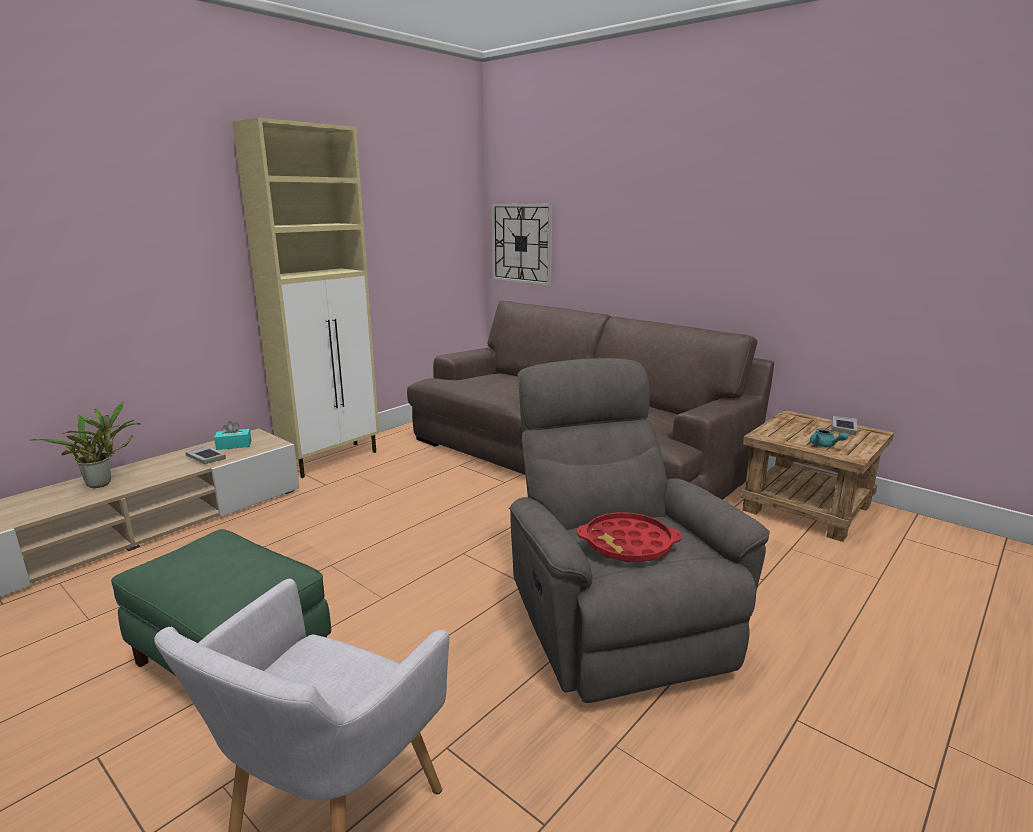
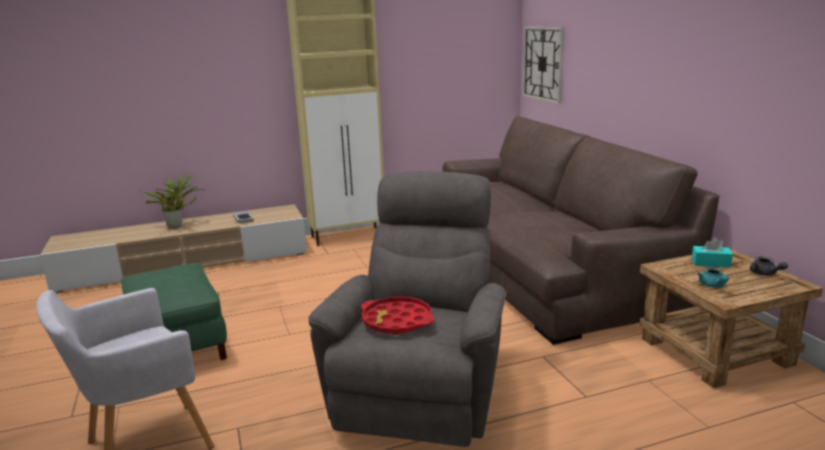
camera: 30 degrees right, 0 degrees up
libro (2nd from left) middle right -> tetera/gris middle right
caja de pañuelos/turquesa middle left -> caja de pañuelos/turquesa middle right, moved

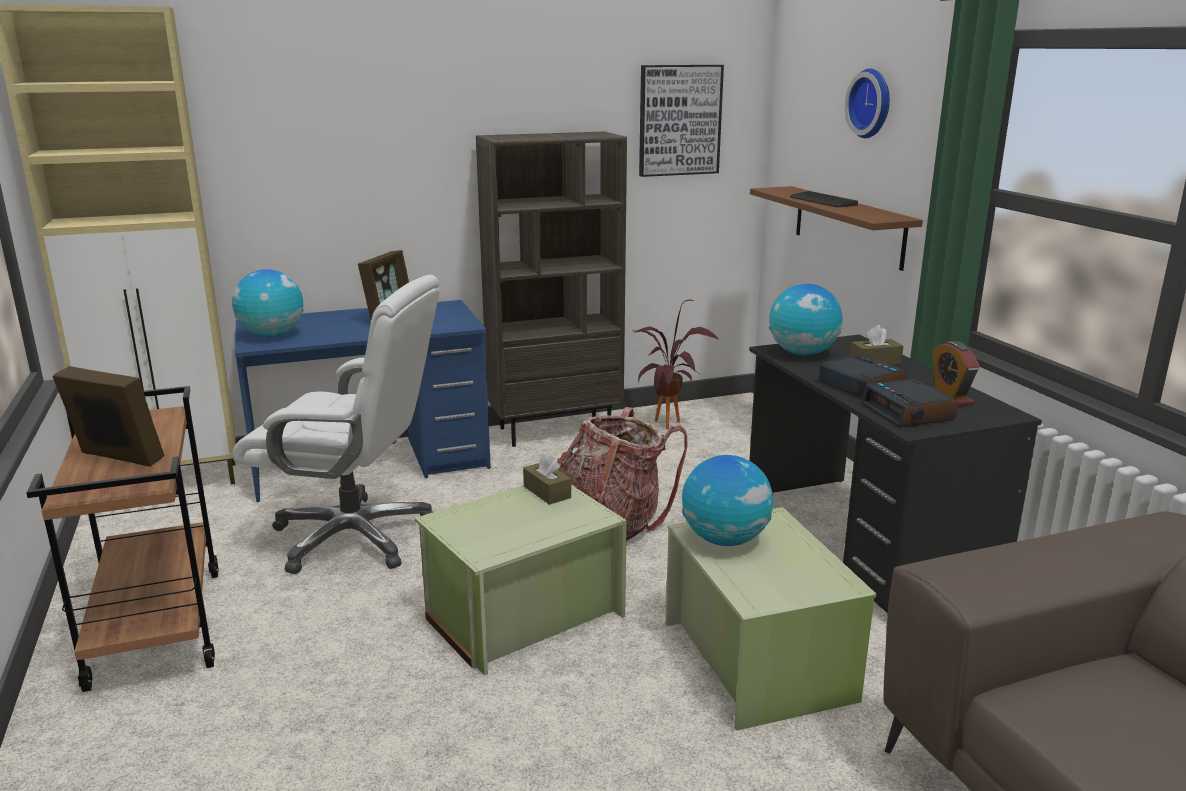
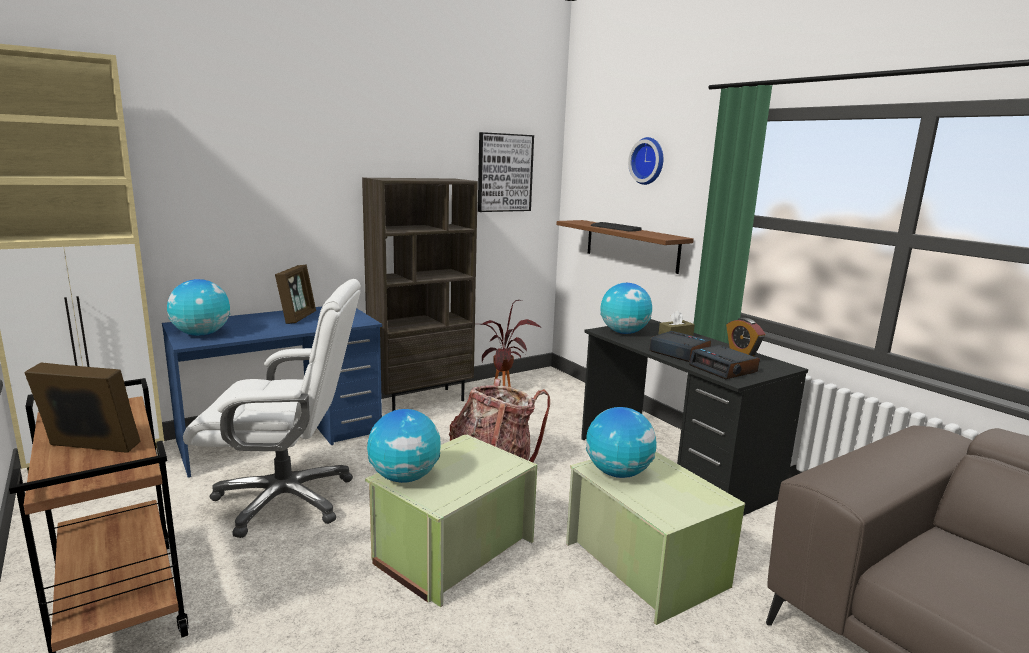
camera: 15 degrees left, 5 degrees down
caja de pañuelos/marrón (1st from left) centre -> none
none -> globo terráqueo (2nd from left) bottom centre

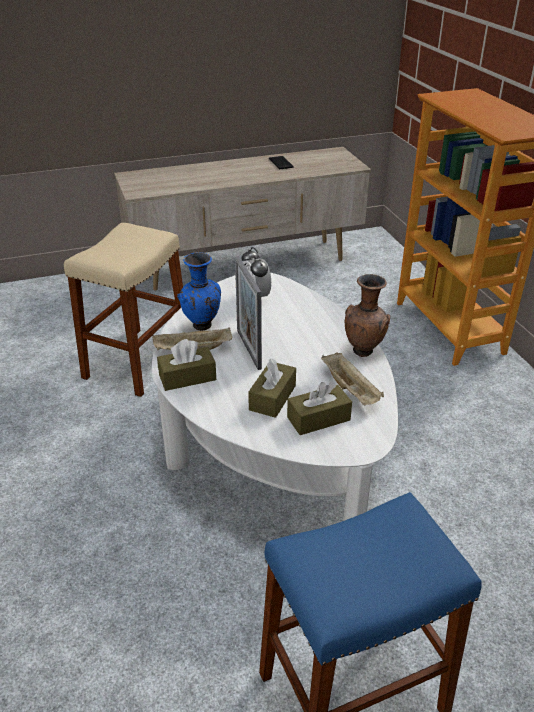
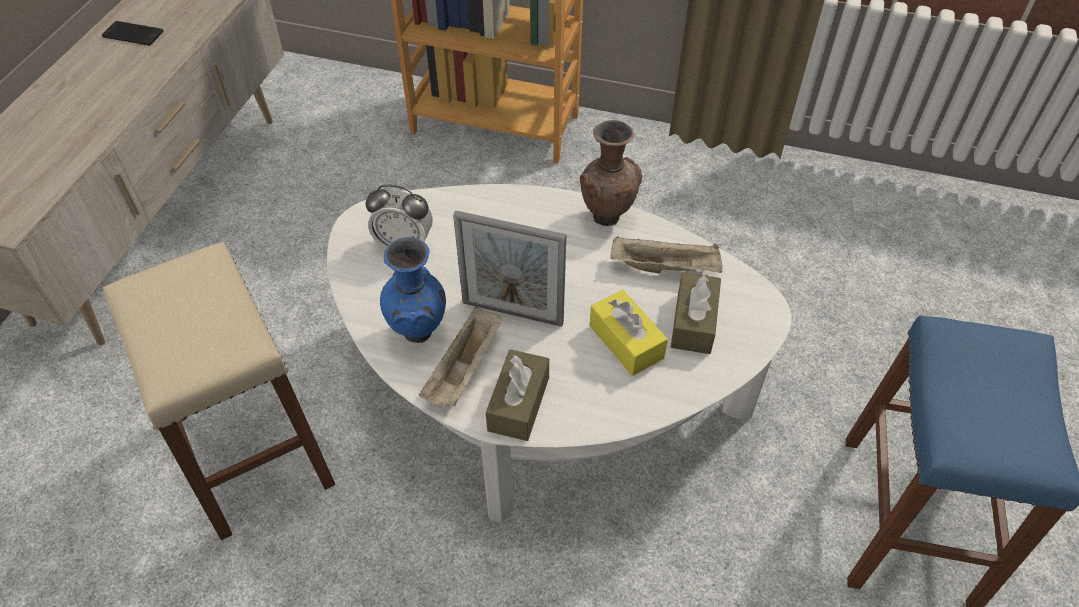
camera: 55 degrees left, 15 degrees up
caja de pañuelos/marrón (2nd from left) centre -> caja de pañuelos/amarillo centre

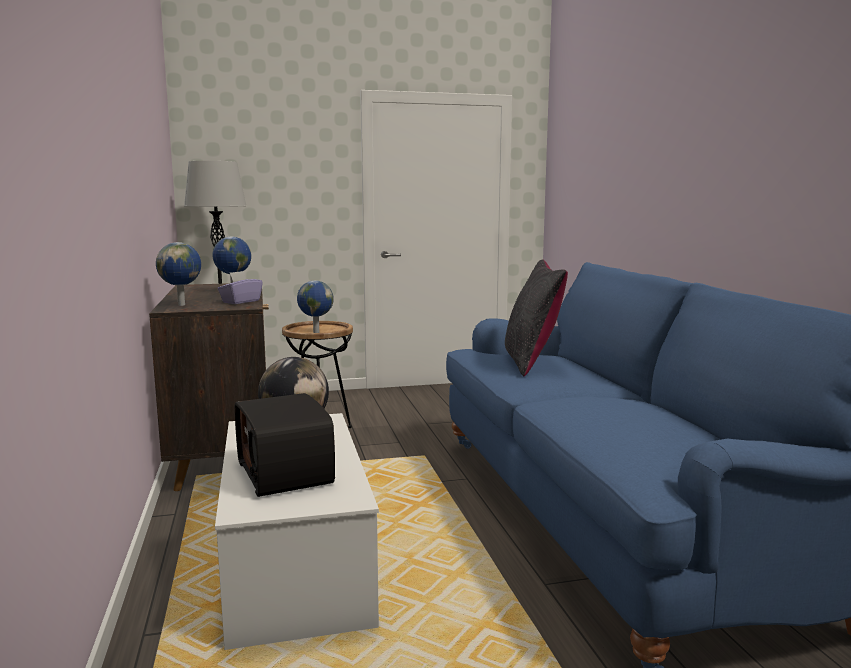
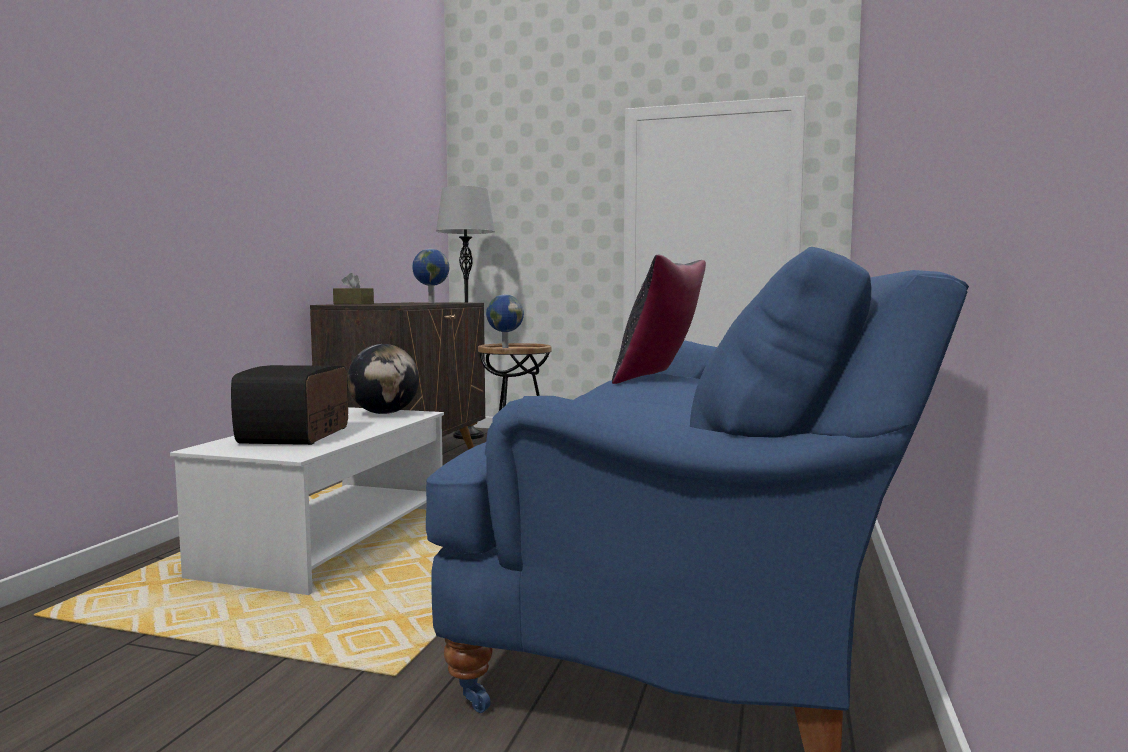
camera: 30 degrees right, 5 degrees down
globo terráqueo (1st from left) middle left -> caja de pañuelos/marrón middle left
caja de pañuelos/morado middle left -> none

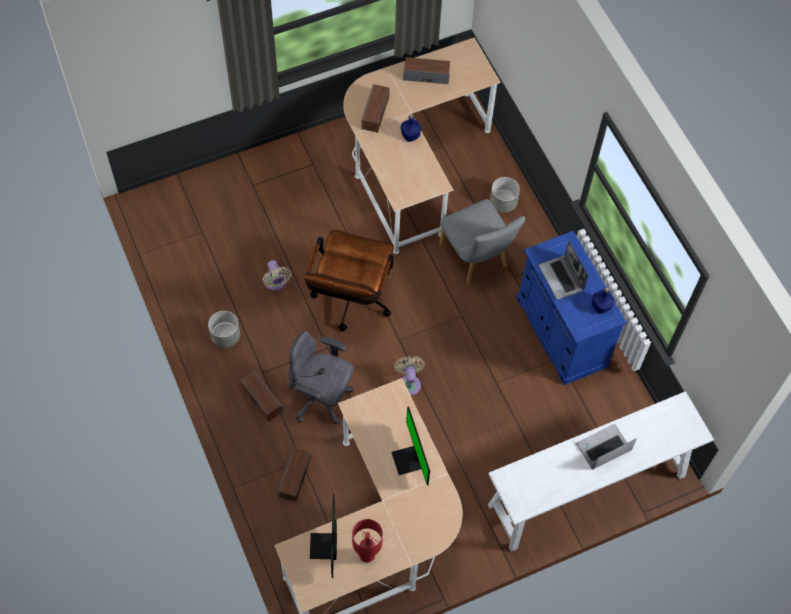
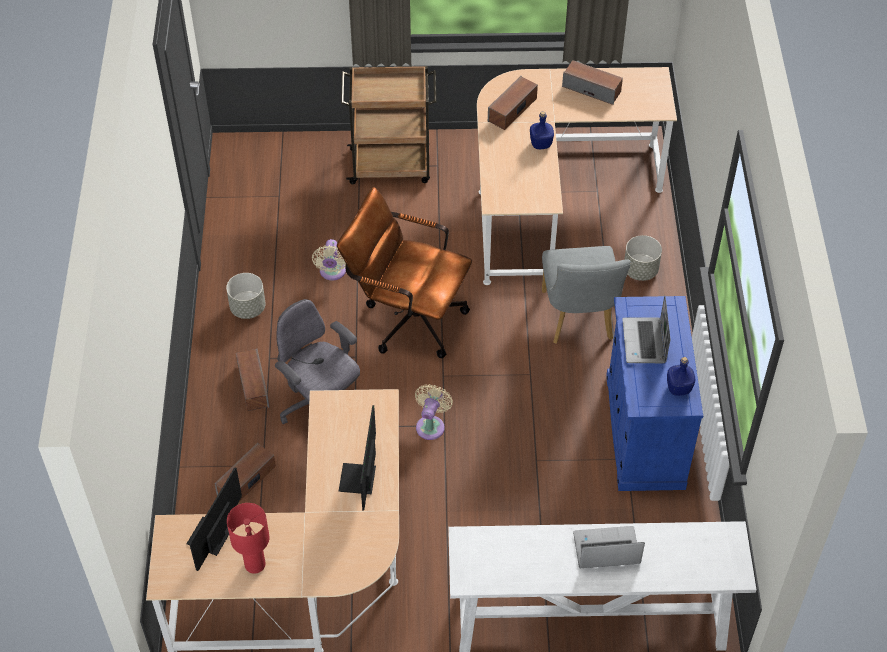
camera: 25 degrees right, 10 degrees down
silla de oficina/marrón centre, 75 degrees clockwise
none -> carrito/marrón top centre

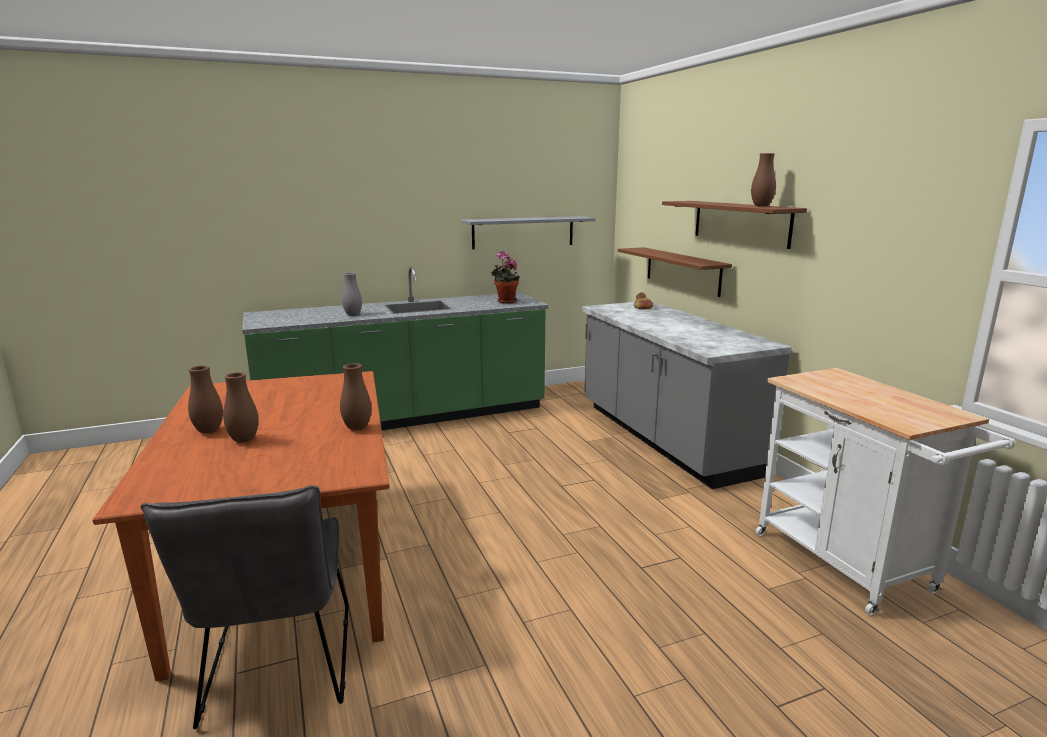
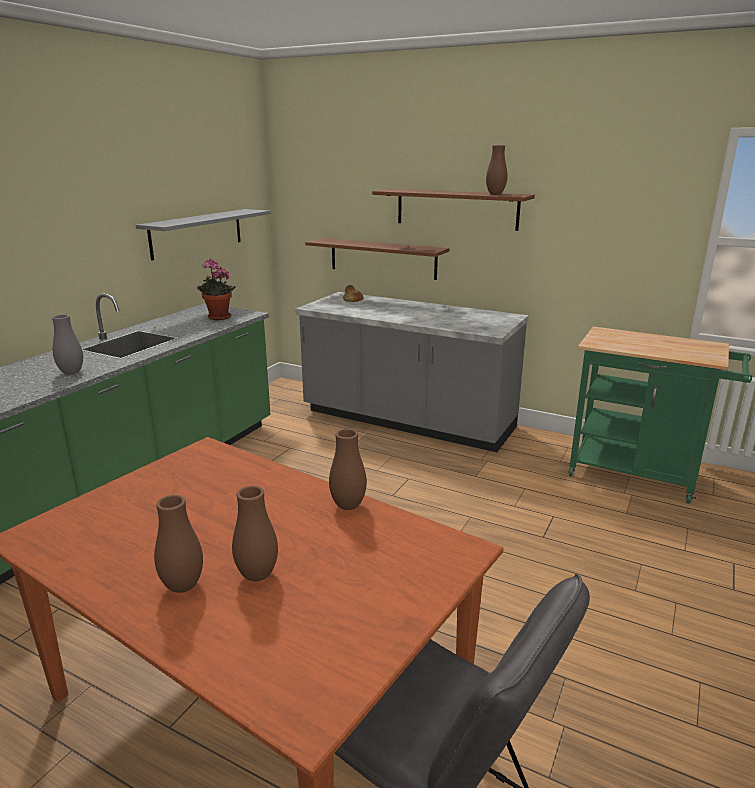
camera: 40 degrees left, 5 degrees up
carrito/blanco middle right -> carrito/verde middle right

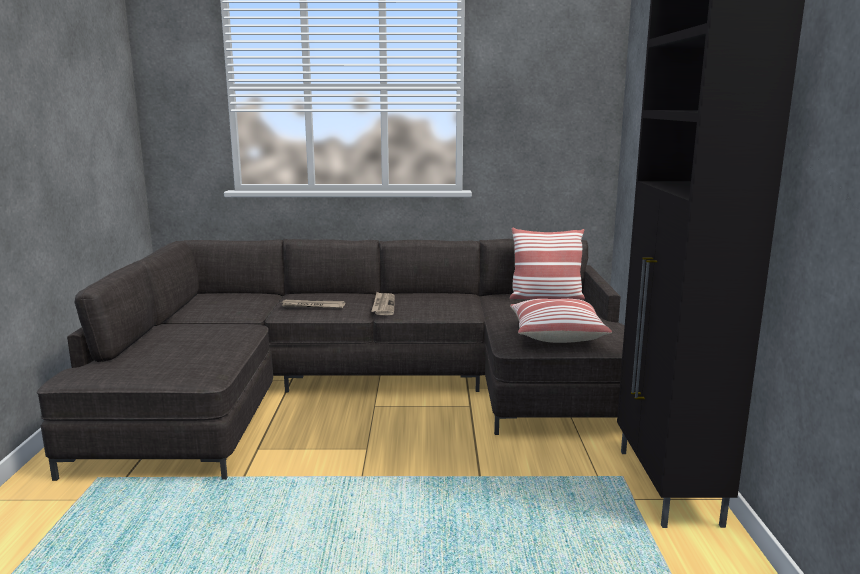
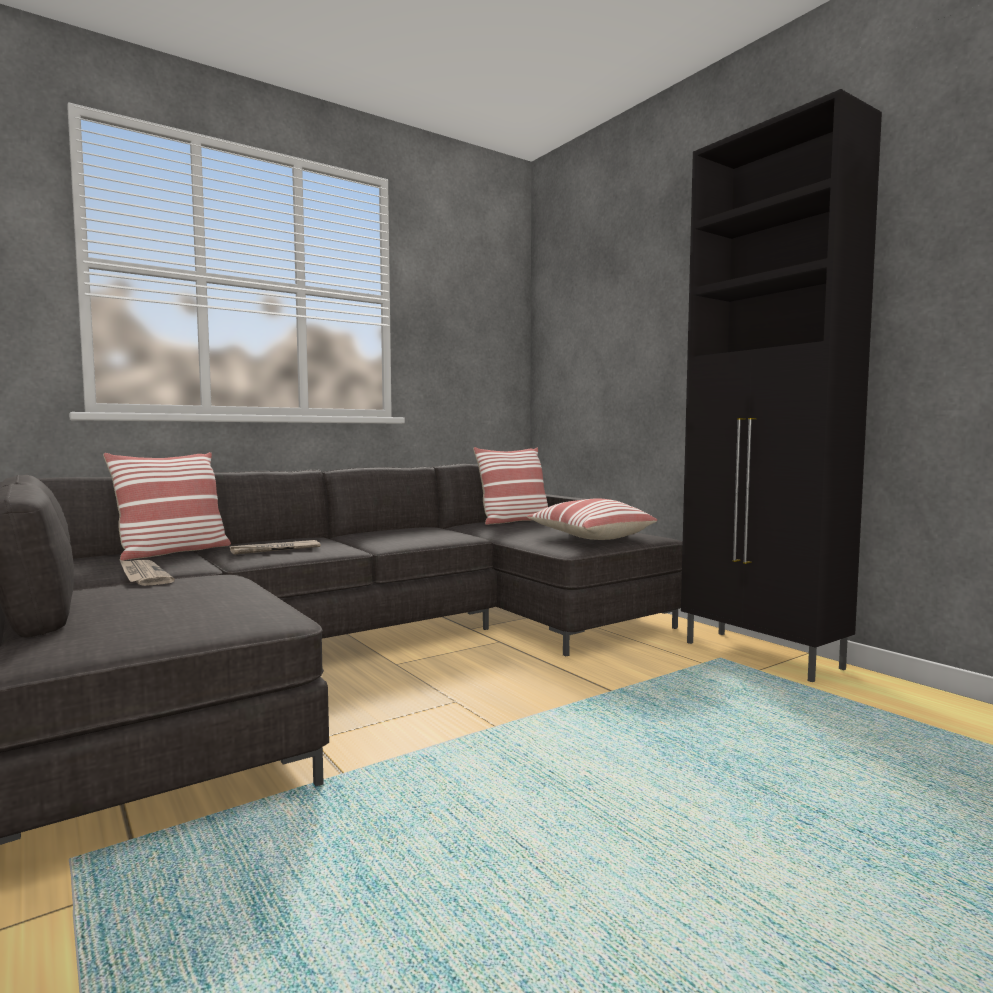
camera: 35 degrees left, 10 degrees down
periódico (2nd from left in the first image) centre -> periódico (1st from left) middle left, moved
none -> cojín (1st from left) middle left

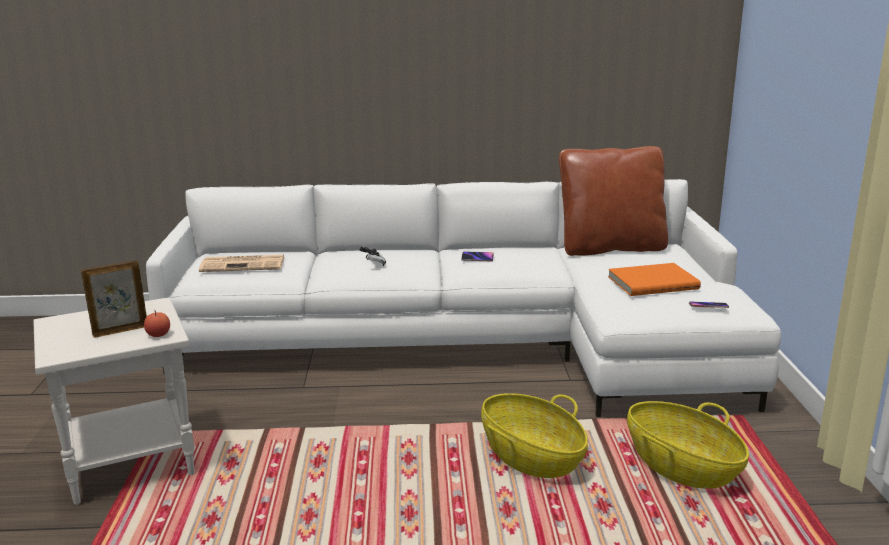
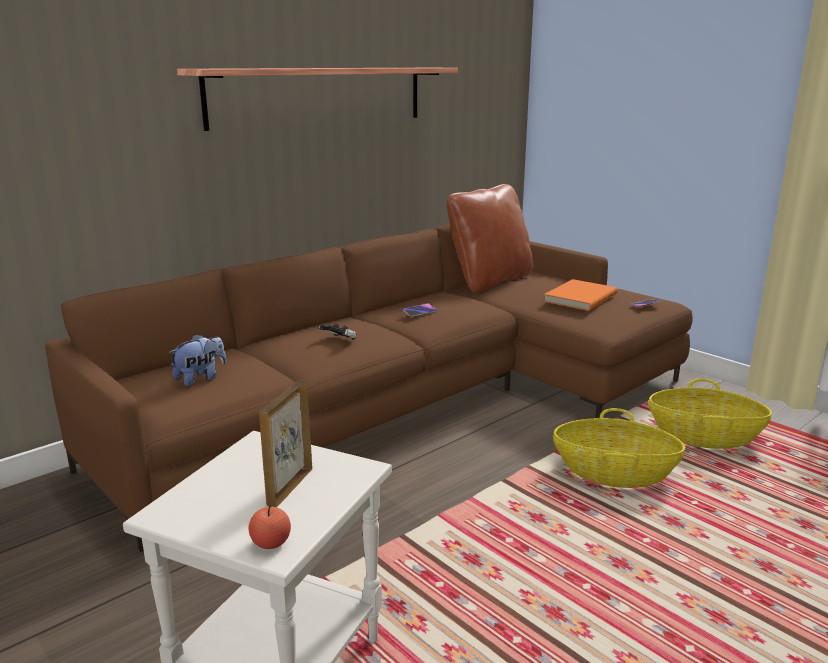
camera: 40 degrees left, 0 degrees up
sofá/blanco centre -> sofá/marrón centre
periódico middle left -> peluche middle left
manzana middle left -> manzana bottom left, moved
none -> estante top centre

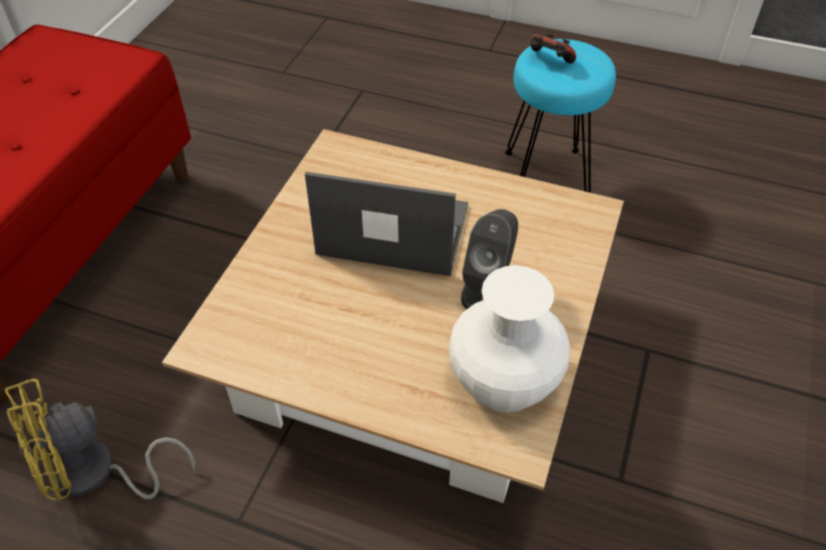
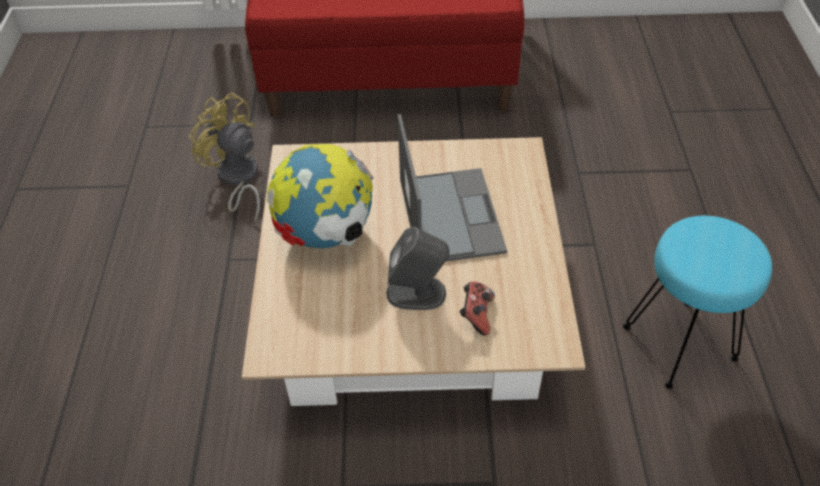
camera: 70 degrees right, 0 degrees up
mando de consola top right -> mando de consola centre, moved
florero/blanco centre -> none
none -> globo terráqueo centre

